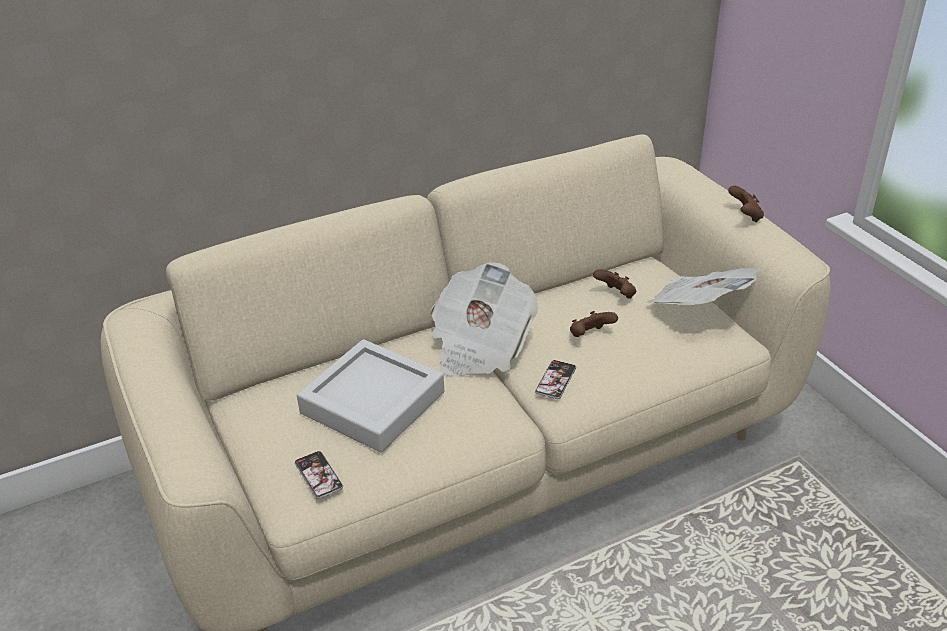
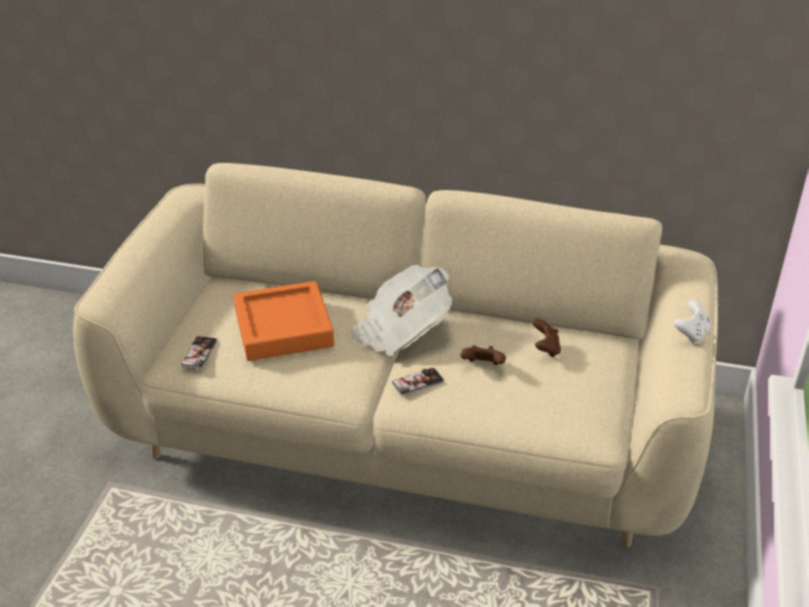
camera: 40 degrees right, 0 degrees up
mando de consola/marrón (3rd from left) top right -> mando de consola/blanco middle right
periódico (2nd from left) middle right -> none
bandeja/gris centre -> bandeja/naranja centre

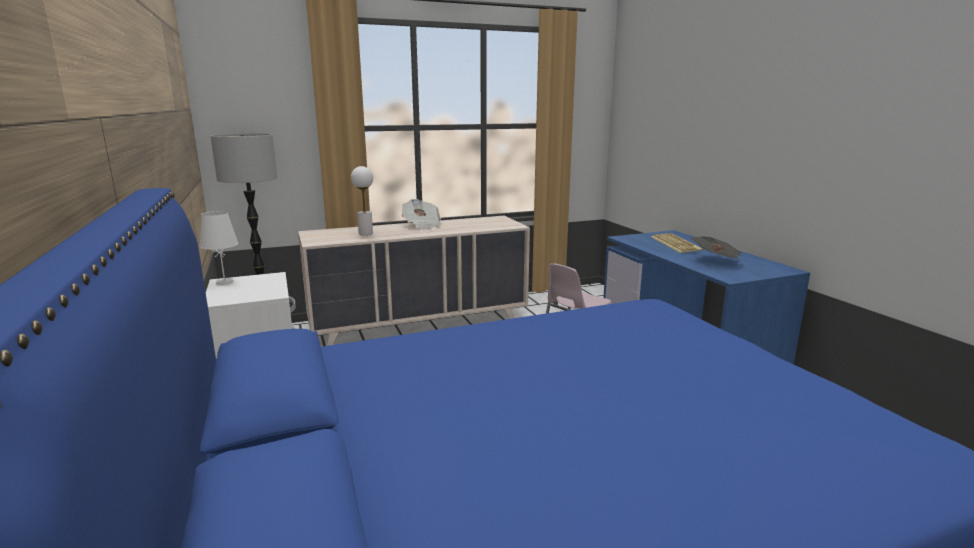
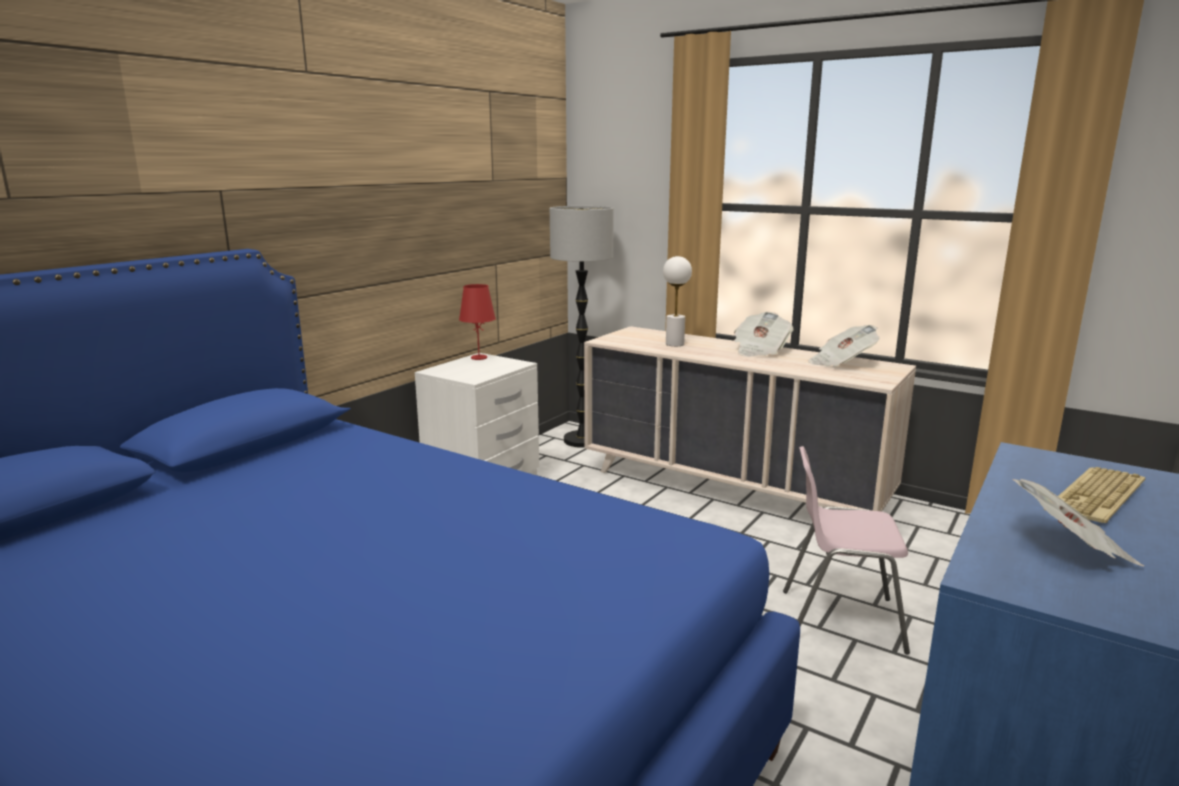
camera: 55 degrees right, 0 degrees up
lámpara de mesa/blanco (1st from left) middle left -> lámpara de mesa/rojo centre
none -> periódico (2nd from left) middle right

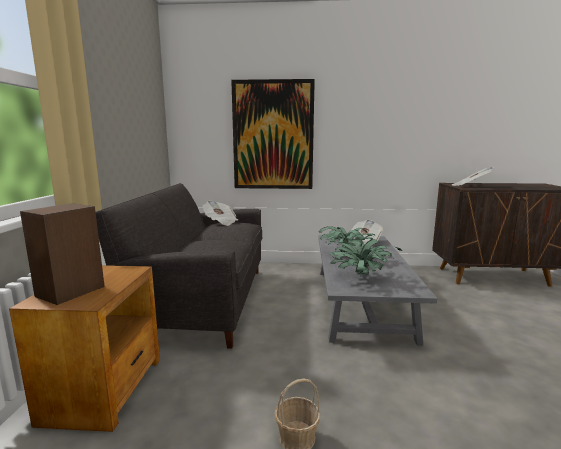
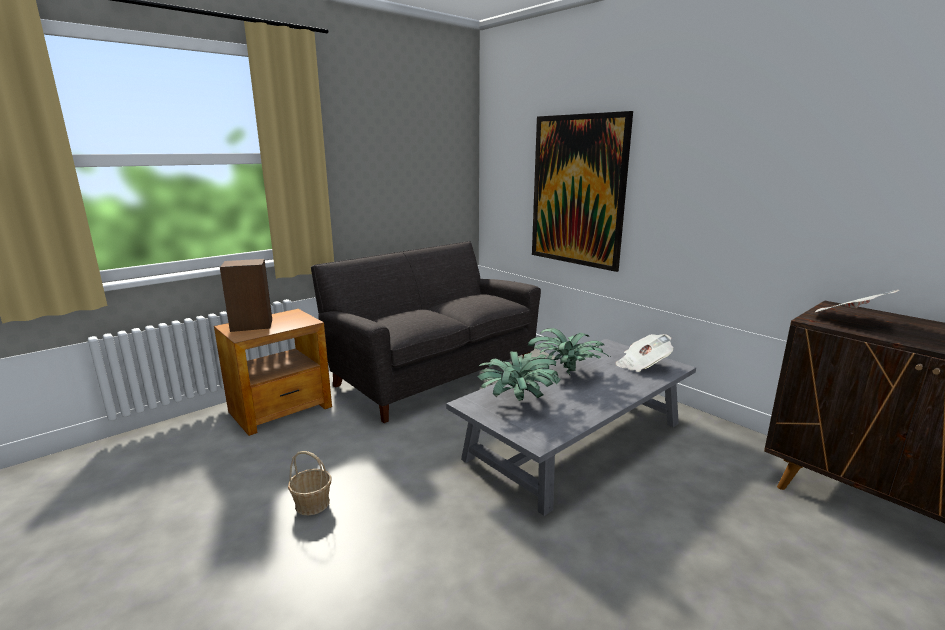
camera: 45 degrees right, 5 degrees up
periódico (1st from left) centre -> none

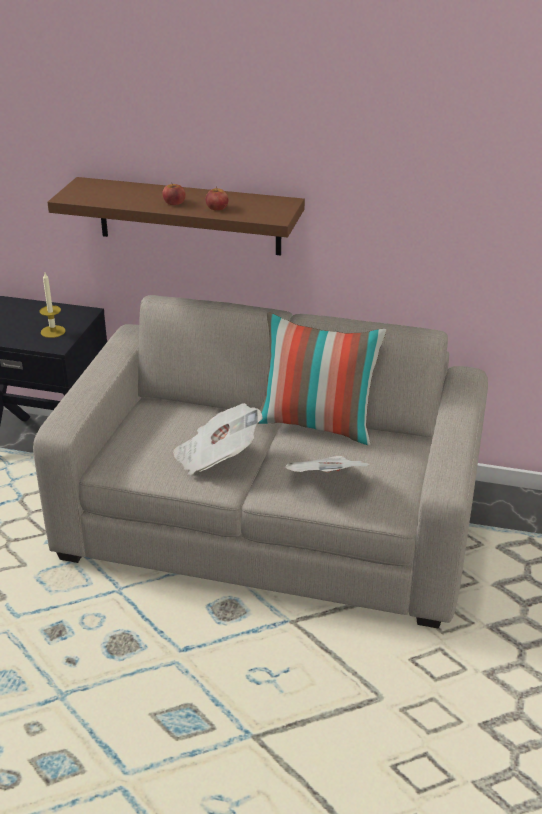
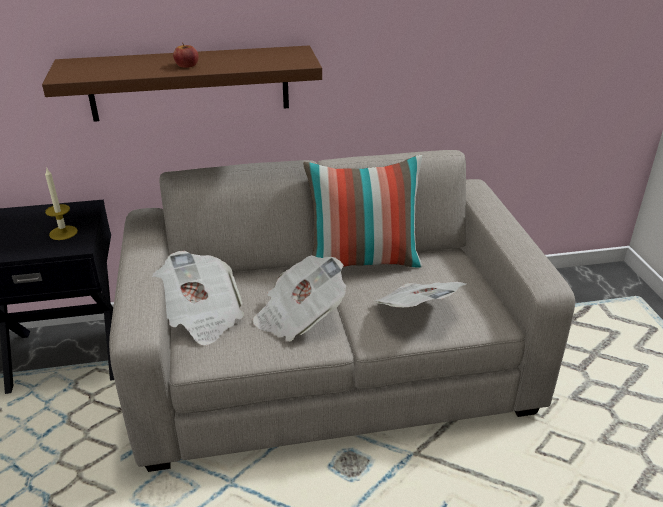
camera: 25 degrees left, 0 degrees up
manzana (2nd from left) top centre -> none
none -> periódico (1st from left) middle left

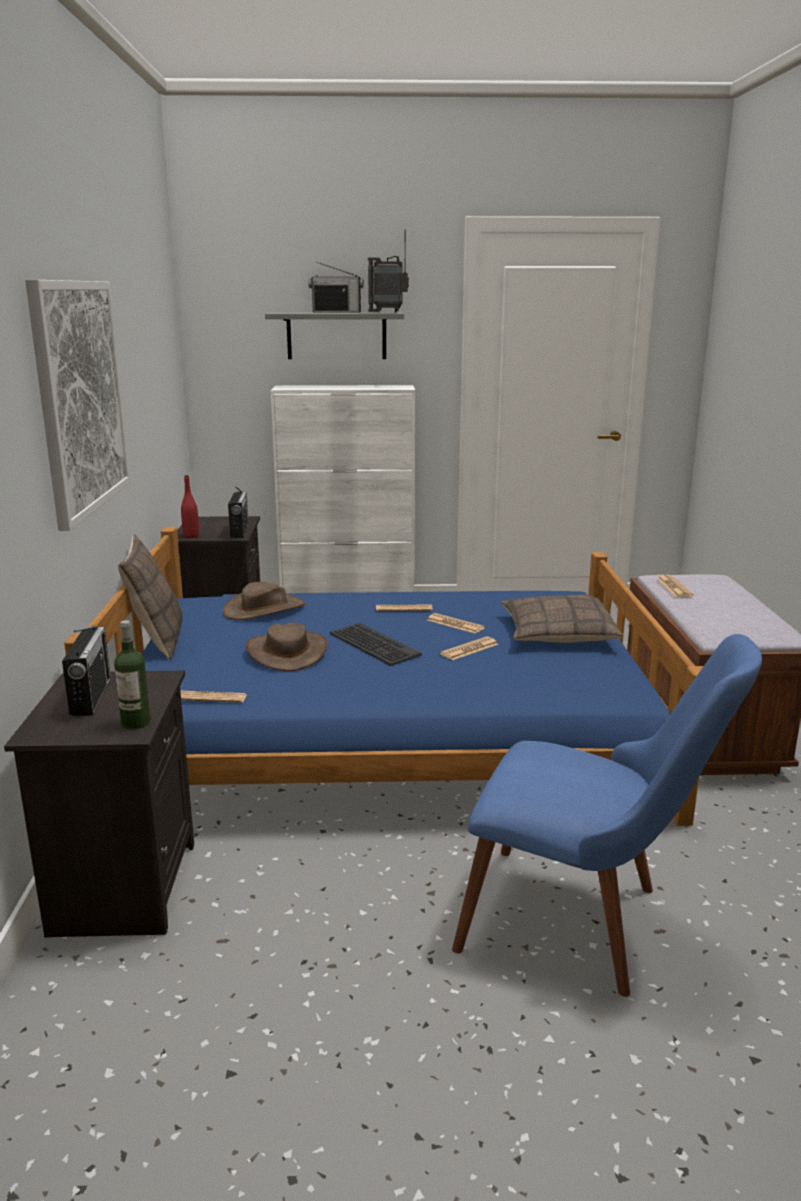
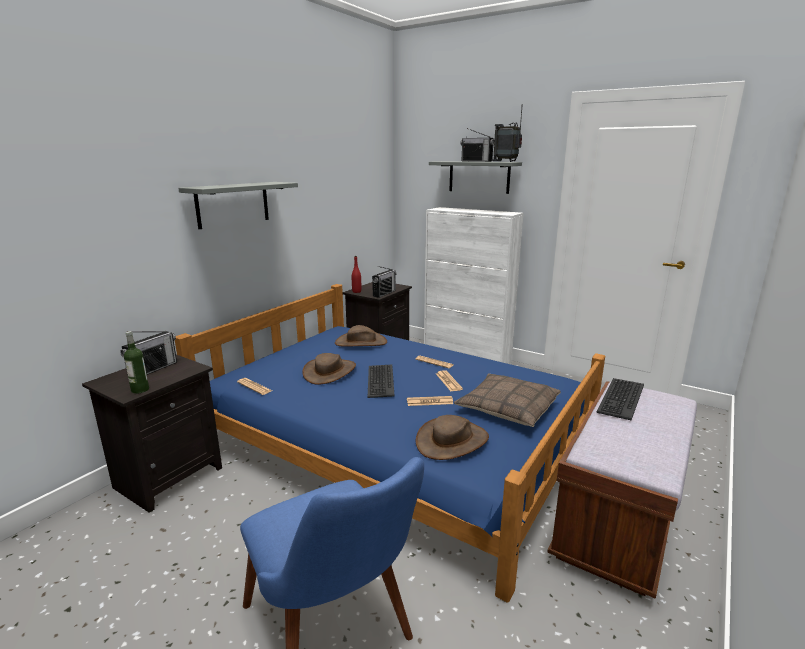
camera: 35 degrees right, 0 degrees up
cuadro middle left -> estante/gris (1st from left) top left
cojín (1st from left) middle left -> none
periódico (5th from left) middle right -> teclado (2nd from left) middle right
none -> sombrero/marrón (3rd from left) bottom centre

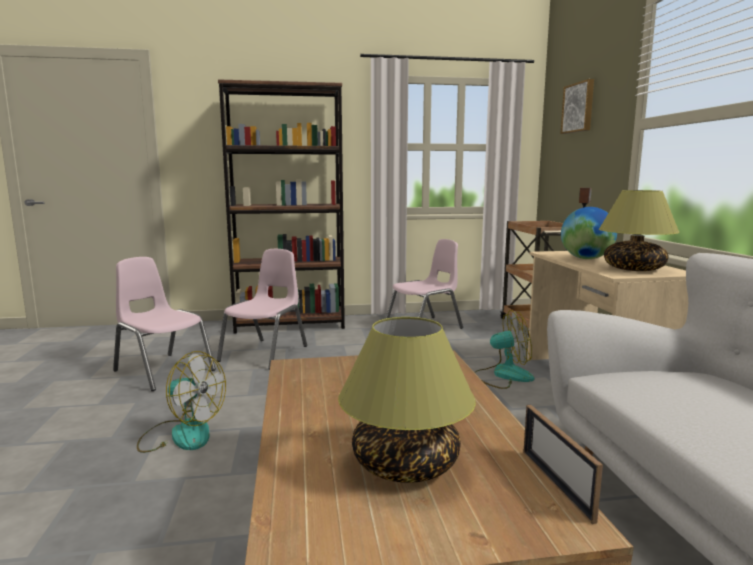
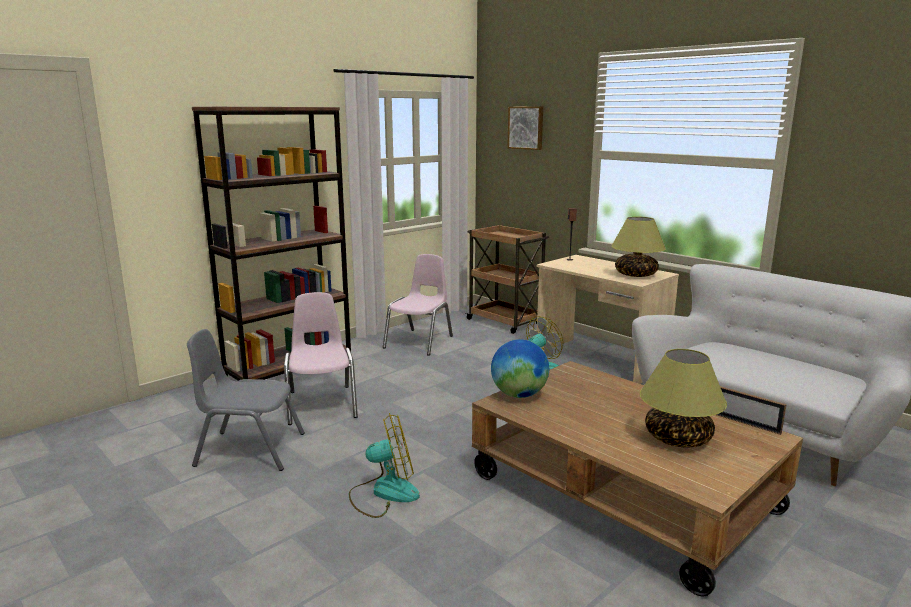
camera: 35 degrees left, 5 degrees up
globo terráqueo middle right -> globo terráqueo centre, moved
silla/rosa (1st from left) middle left -> silla/gris middle left

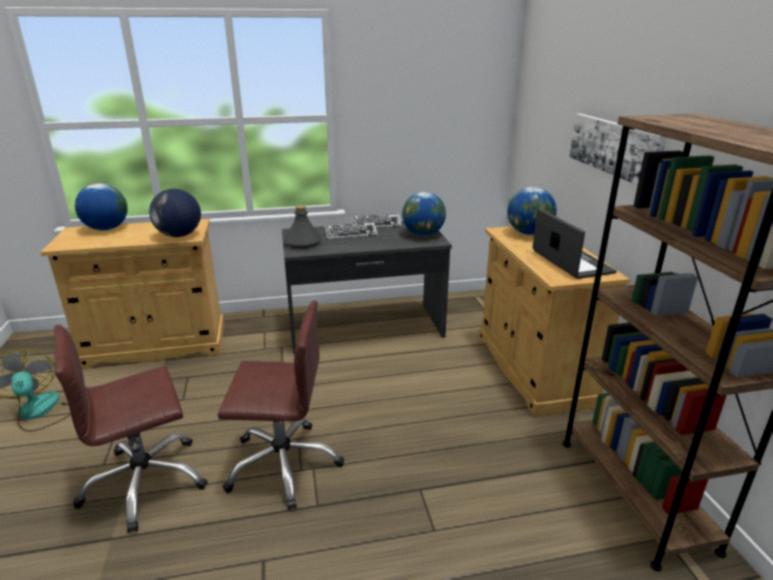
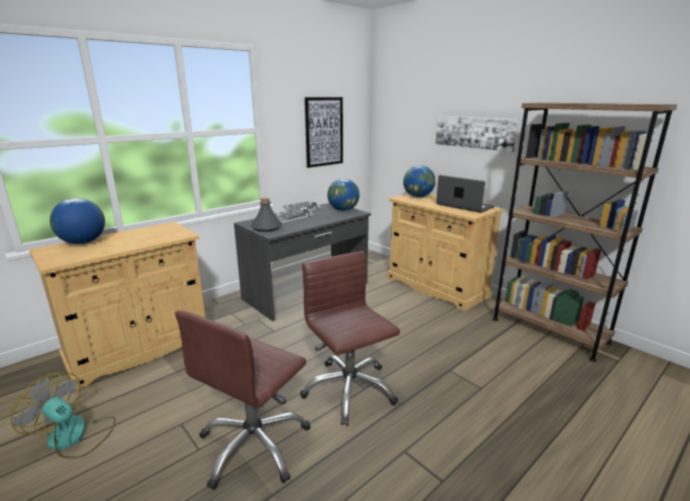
camera: 30 degrees left, 5 degrees down
globo terráqueo (2nd from left) middle left -> none
silla de oficina/marrón (2nd from left) bottom centre, 90 degrees counterclockwise
none -> cuadro (1st from left) top centre

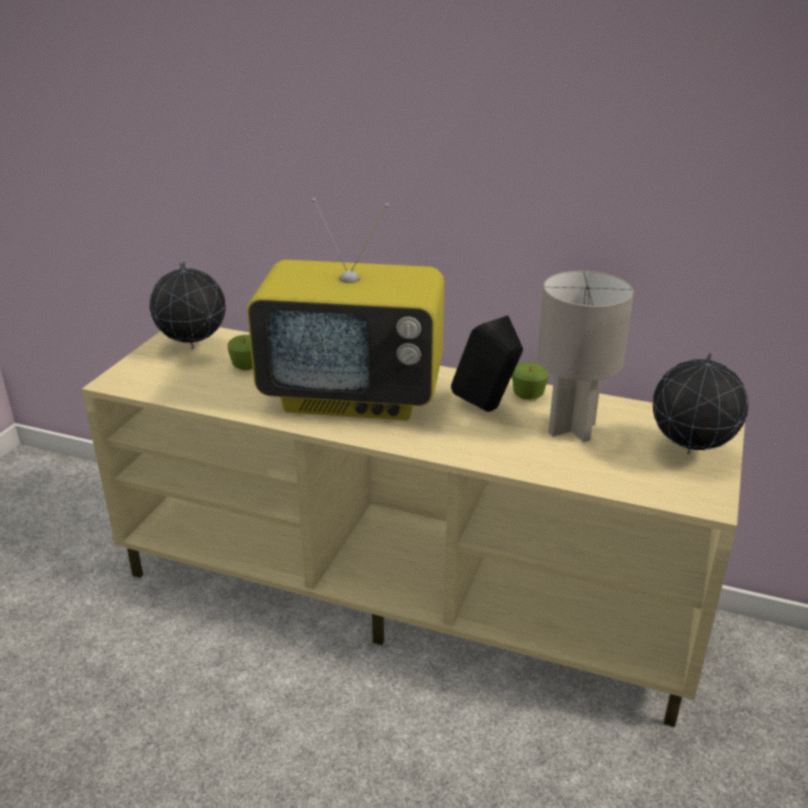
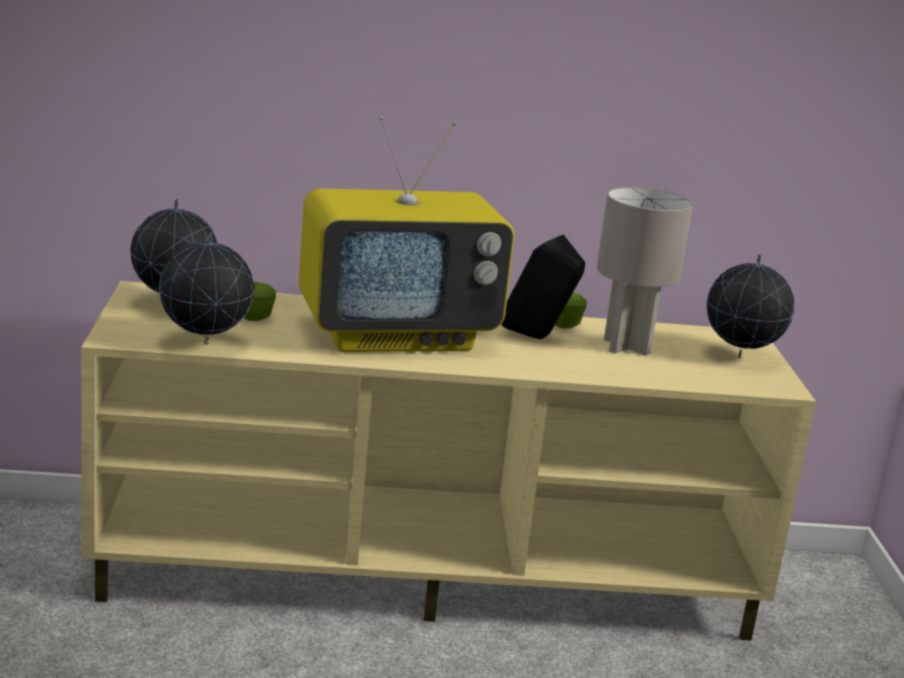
camera: 25 degrees left, 10 degrees down
none -> globo terráqueo (2nd from left) middle left

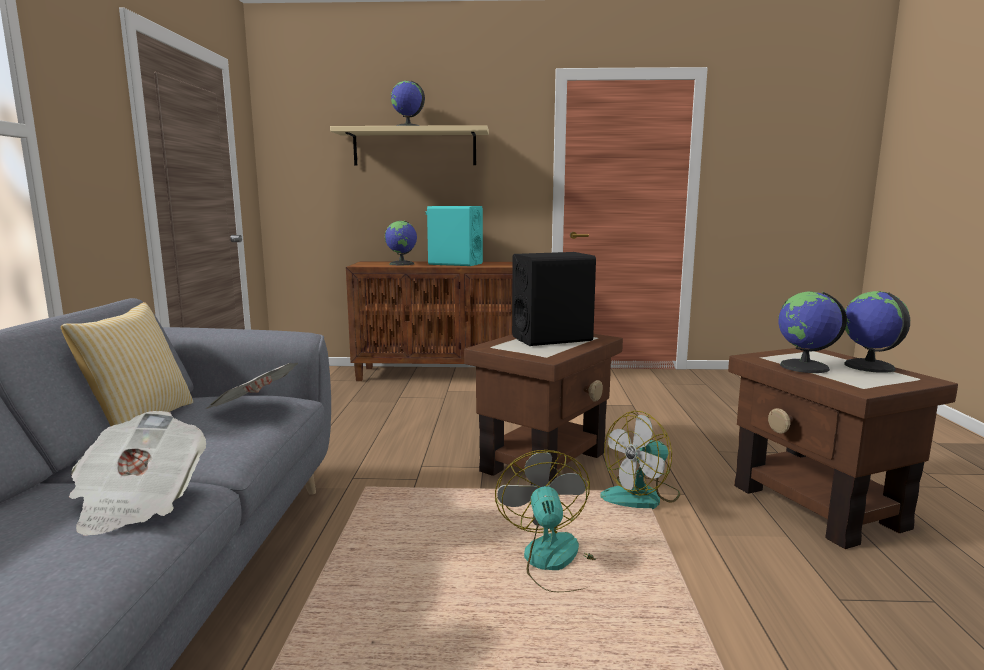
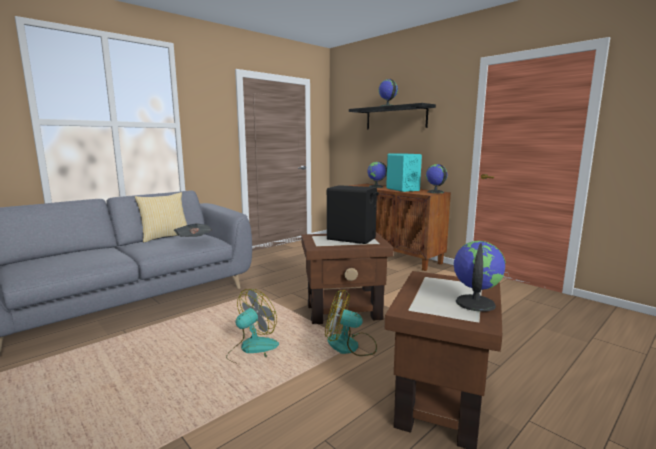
camera: 45 degrees right, 0 degrees up
estante/beis top centre -> estante/negro top centre
globo terráqueo (3rd from left) middle right -> globo terráqueo (3rd from left) centre, moved
periódico (1st from left) bottom left -> none

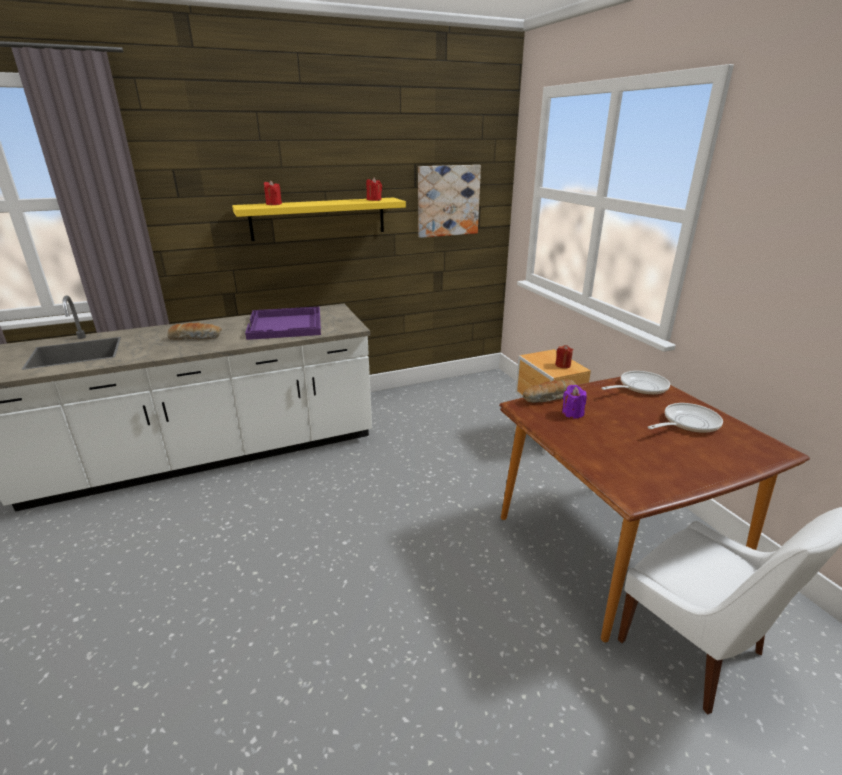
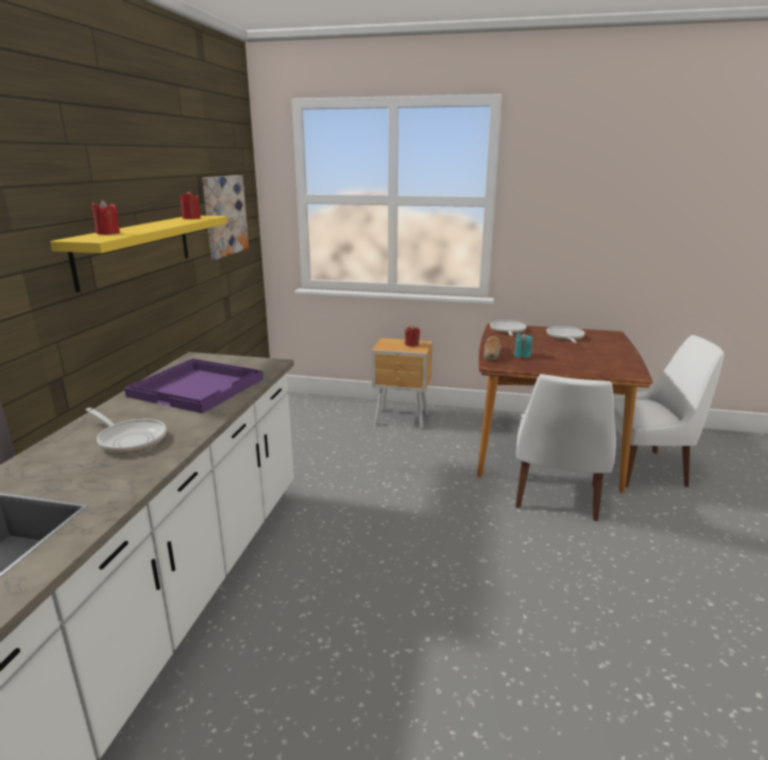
camera: 55 degrees left, 5 degrees down
pan (1st from left) middle left -> sartén (1st from left) middle left
vela/morado middle right -> vela/turquesa middle right
none -> silla/blanco (1st from left) middle right

